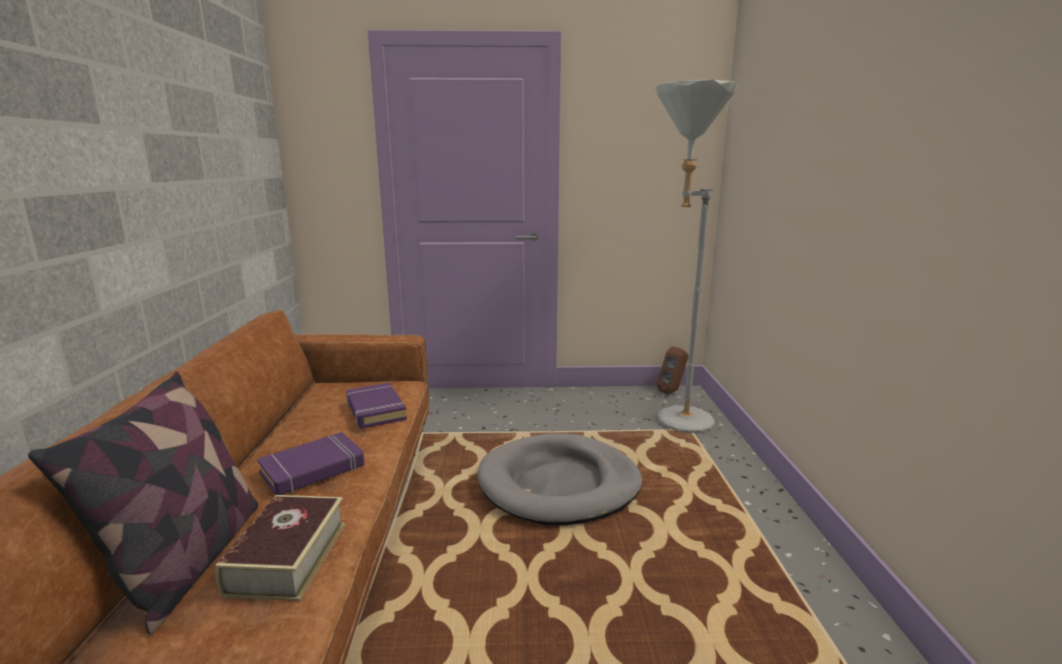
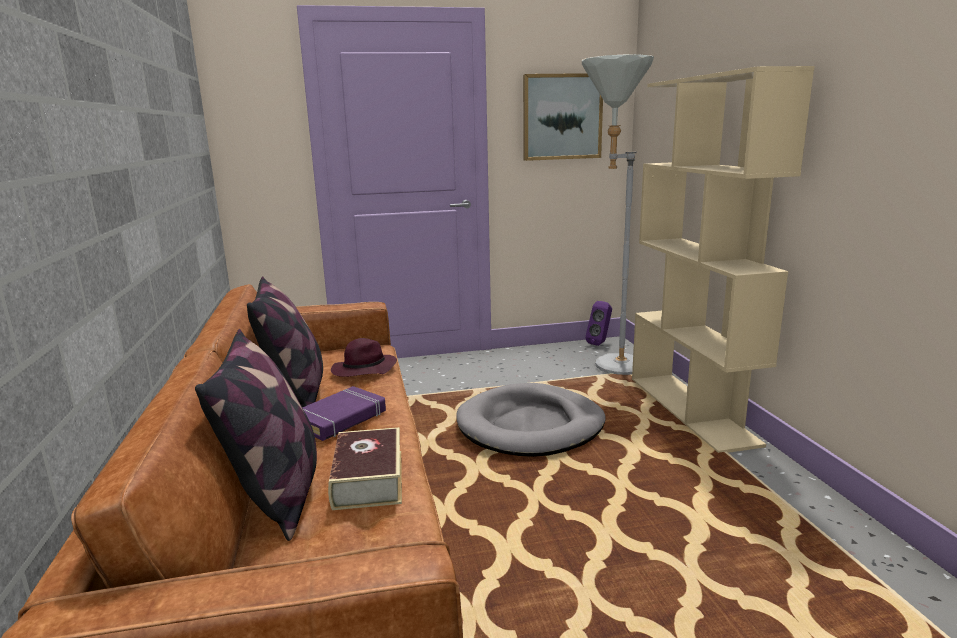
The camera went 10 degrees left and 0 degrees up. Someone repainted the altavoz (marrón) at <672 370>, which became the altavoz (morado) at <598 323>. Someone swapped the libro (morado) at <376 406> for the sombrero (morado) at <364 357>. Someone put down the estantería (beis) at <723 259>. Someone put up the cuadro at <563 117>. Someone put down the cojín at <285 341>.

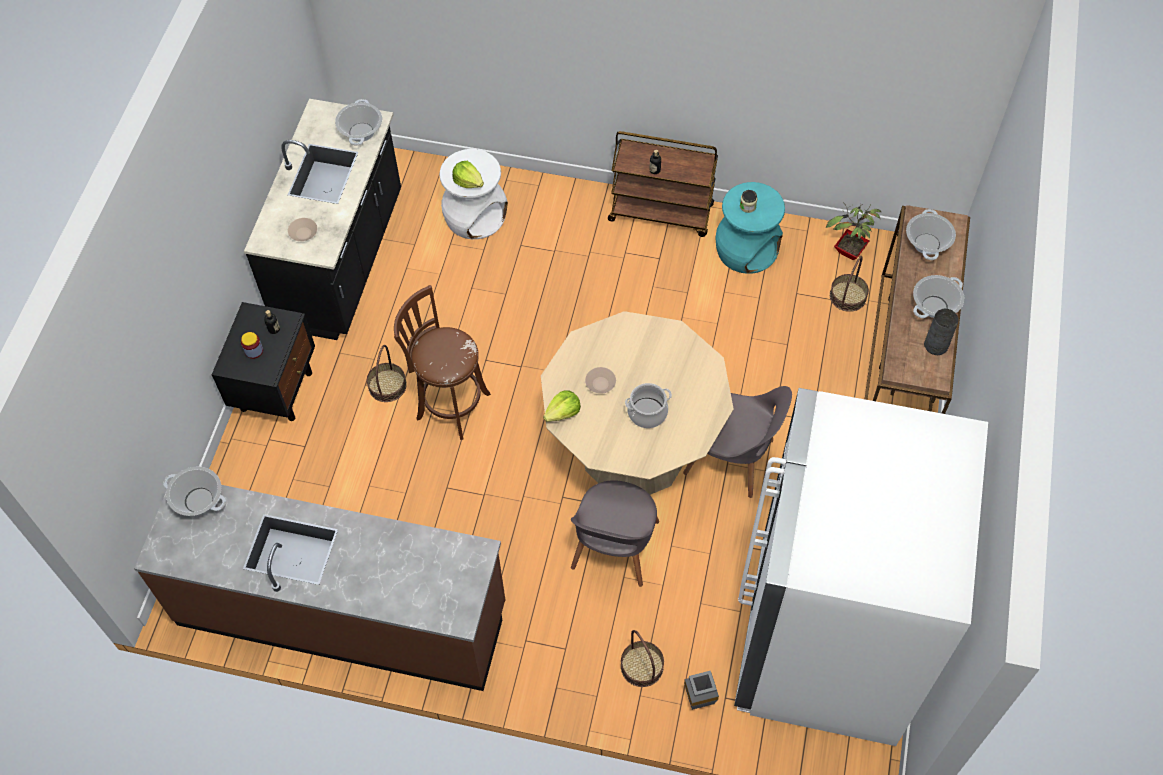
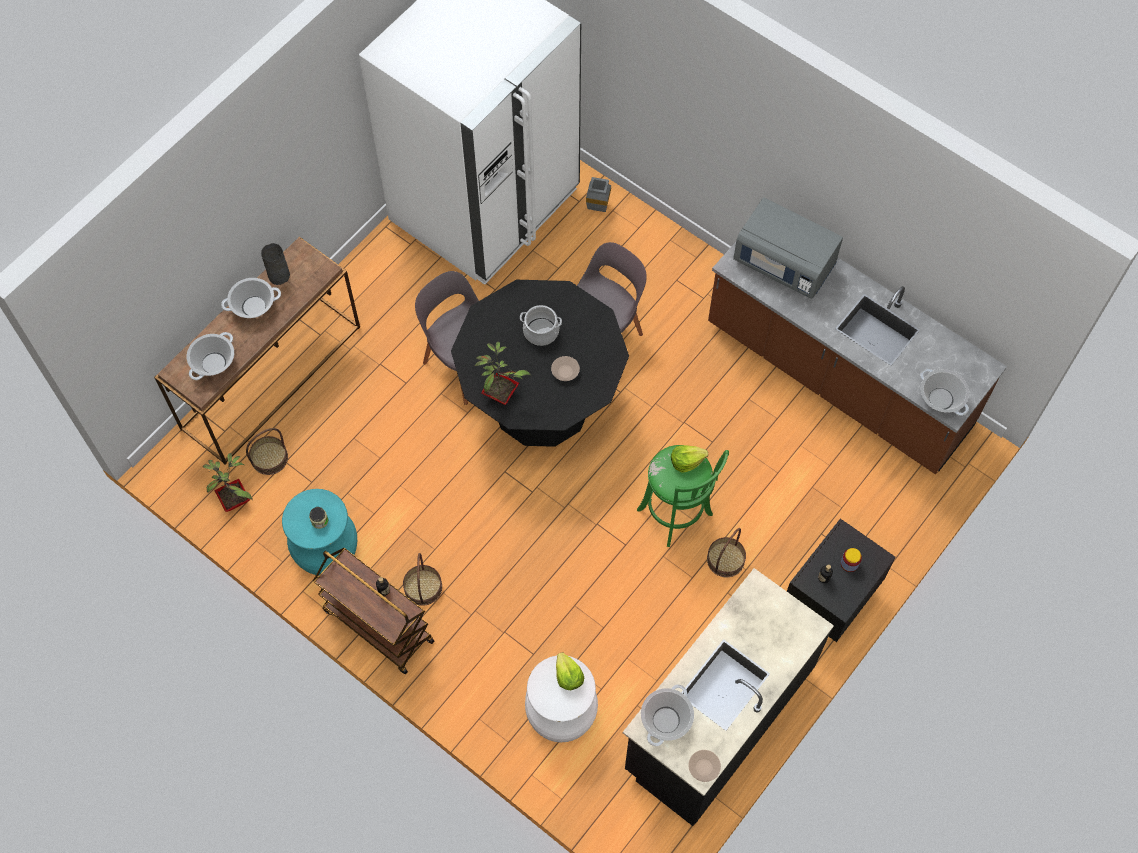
The camera went 155 degrees left and 5 degrees up. Someone carried the cuenco (beis) from <302 229> to <704 766>. Someone repainted the taburete (marrón) at <442 362>, which became the taburete (verde) at <683 496>. Someone repainted the mesa de comedor (beis) at <637 403>, which became the mesa de comedor (negro) at <540 363>. Someone carried the lechuga from <562 406> to <689 458>. Someone carried the cesta from <642 658> to <422 579>. Someone put down the microondas (gris) at <788 248>. Someone put down the planta en maceta at <503 373>.

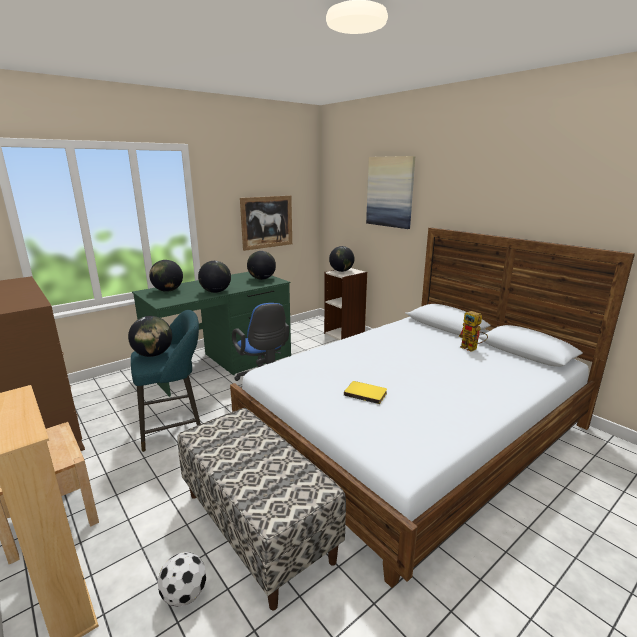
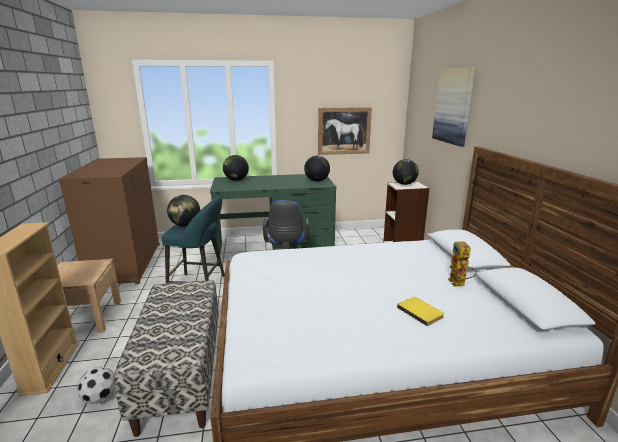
The camera went 30 degrees right and 0 degrees up. Someone took away the globo terráqueo at <214 277>. Someone carried the libro (amarillo) from <365 392> to <420 311>.

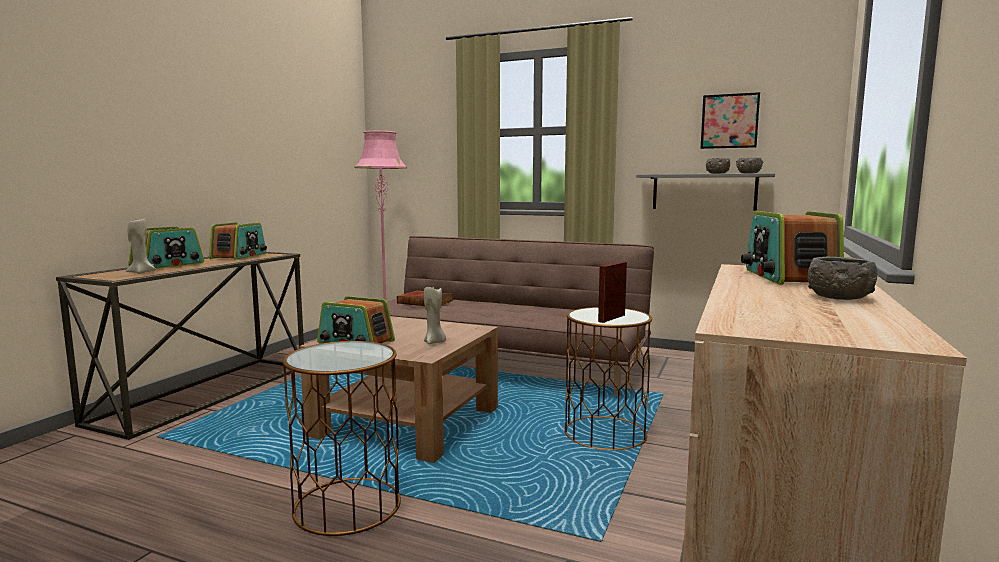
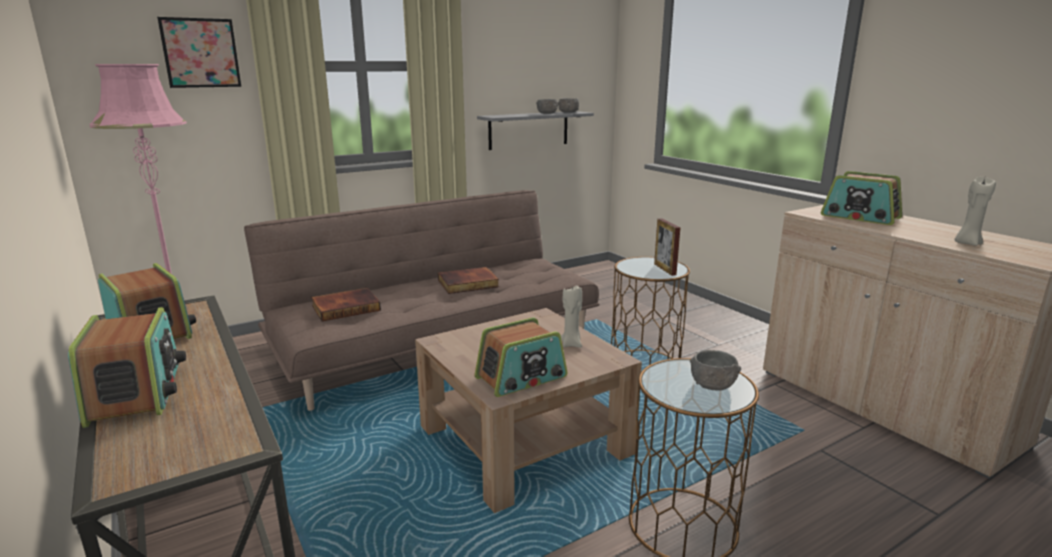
The camera went 55 degrees left and 10 degrees up. Someone carried the cuadro from <730 120> to <199 52>. Someone carried the vela (beis) from <141 246> to <975 211>. Someone carried the cuenco (gris) from <842 278> to <715 370>. Someone put down the libro at <468 280>.

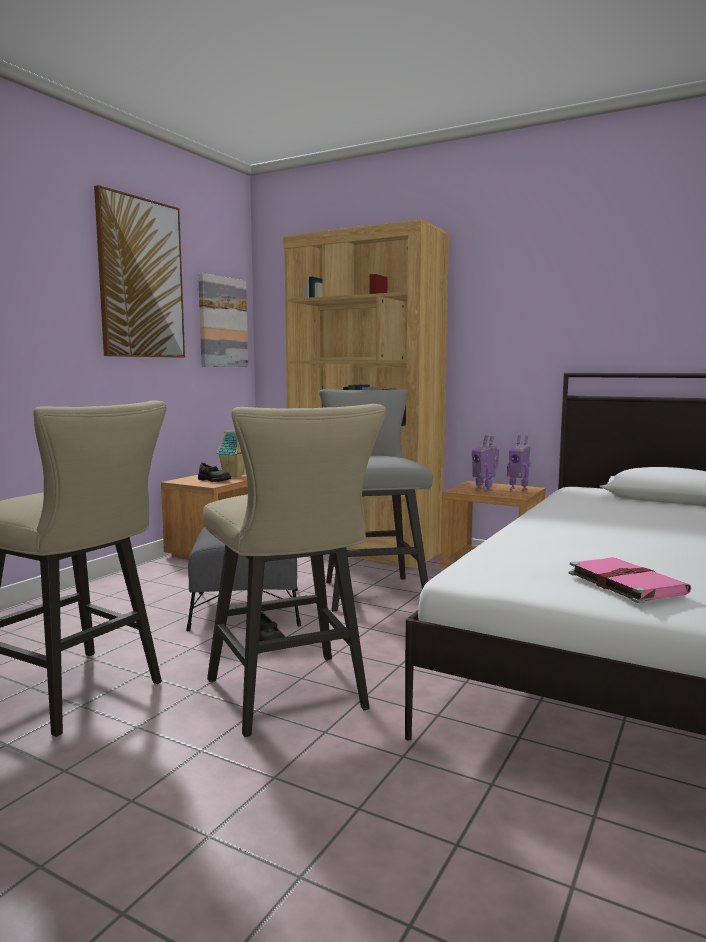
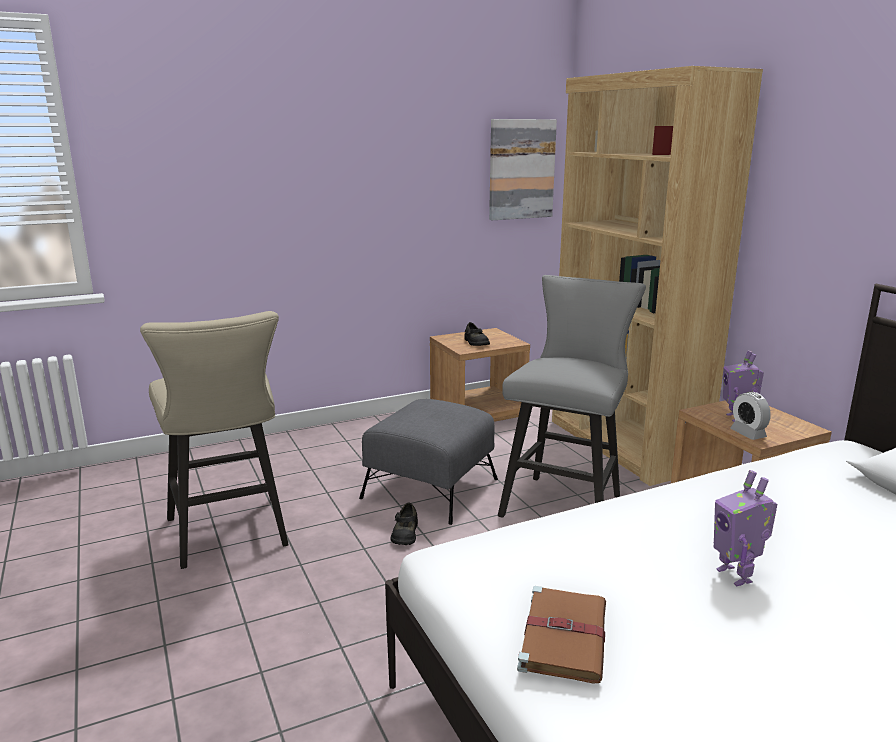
The camera went 35 degrees right and 10 degrees up. Someone took away the cuadro at <139 271>. Someone took away the taburete (beis) at <294 570>. Someone took away the casita at <231 453>. Someone carried the robot de juguete from <519 463> to <745 528>. Someone repainted the libro (rosa) at <630 580>, which became the libro (marrón) at <561 634>. Someone put down the despertador at <750 416>.

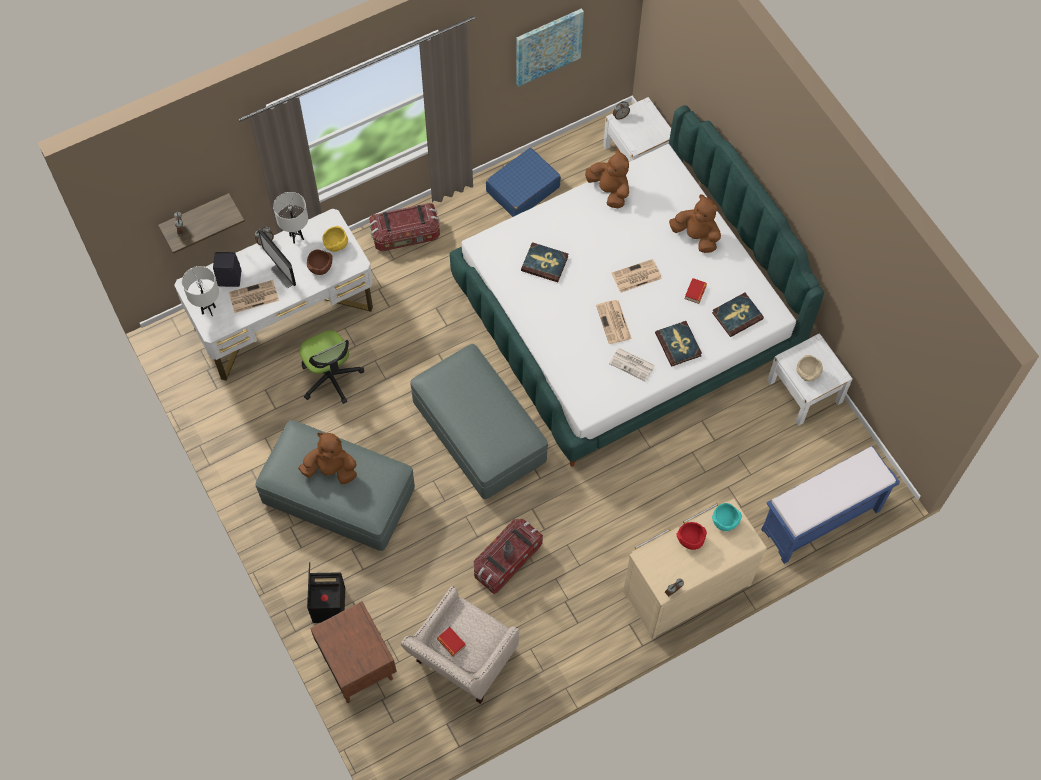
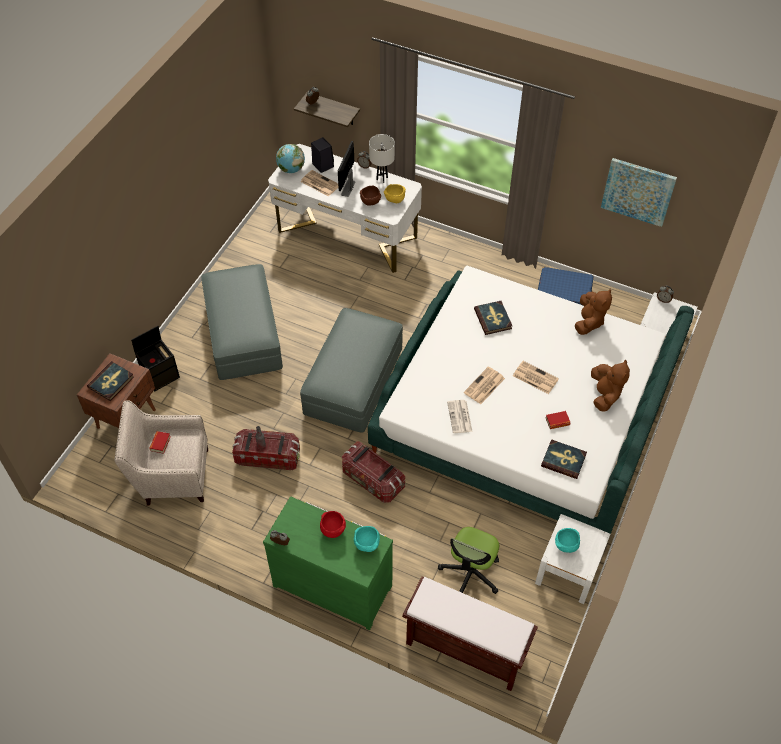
The camera went 55 degrees right and 10 degrees down. Someone carried the caja de almacenaje from <404 227> to <373 472>. Someone swapped the lámpara de mesa (blanco) at <200 291> for the globo terráqueo at <290 158>. Someone carried the libro from <678 343> to <110 381>. Someone carried the silla de oficina from <331 367> to <468 560>. Someone repainted the cuenco (beis) at <810 368>, which became the cuenco (turquesa) at <567 540>. Someone took away the peluche (marrón) at <327 458>. Someone repainted the banco (azul) at <830 505>, which became the banco (marrón) at <470 634>. Someone repainted the cómoda (beis) at <695 569>, which became the cómoda (verde) at <328 563>.

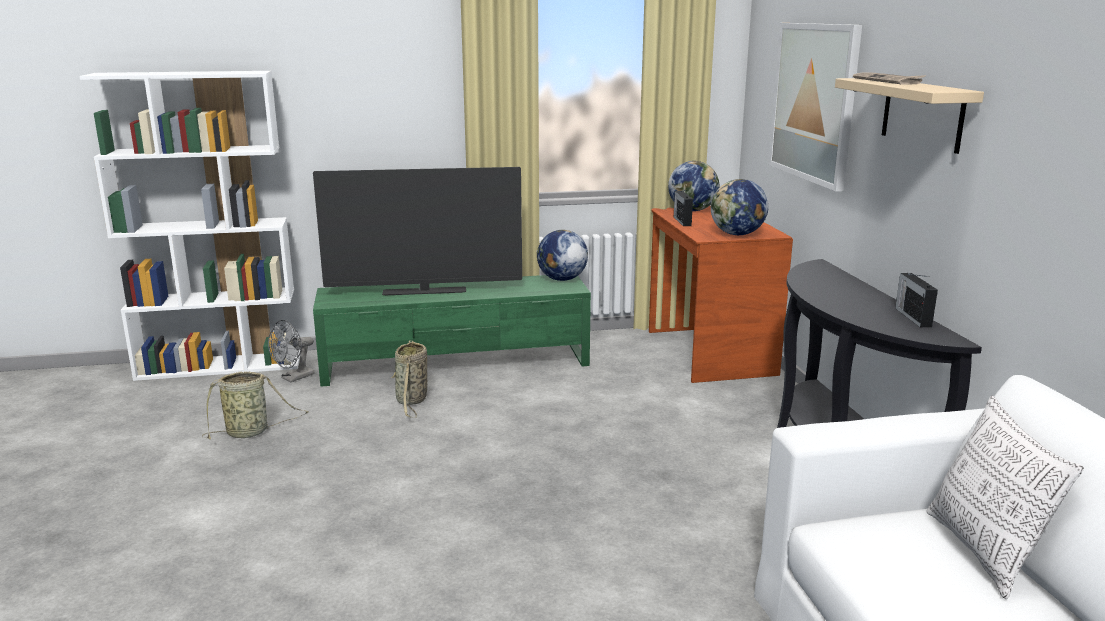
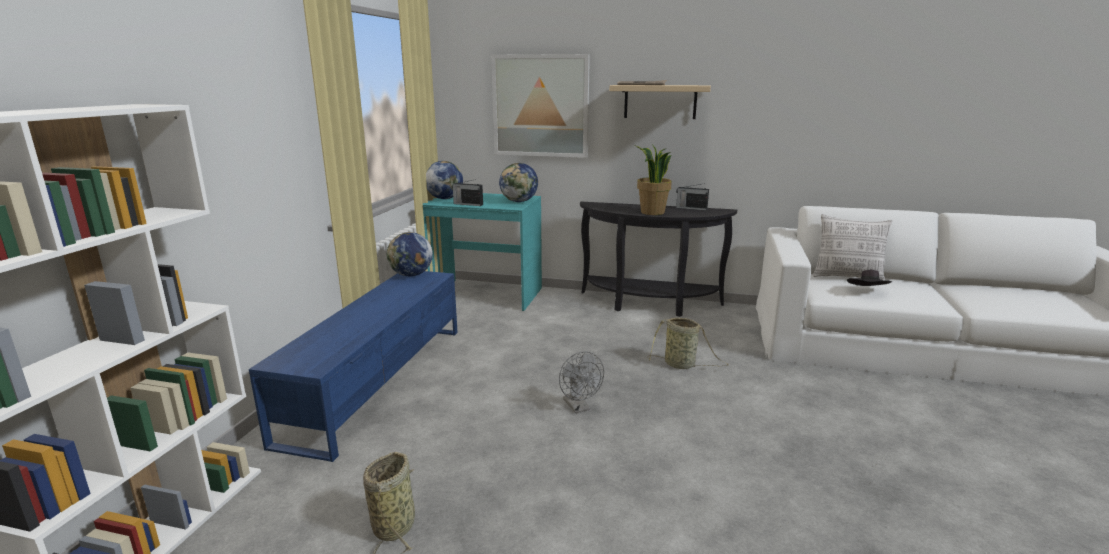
The camera went 65 degrees left and 0 degrees up. Someone took away the televisor at <417 231>. Someone repainted the escritorio (marrón) at <721 294>, which became the escritorio (turquesa) at <482 252>. Someone repainted the mueble de televisión (verde) at <452 331>, which became the mueble de televisión (azul) at <353 366>. Someone carried the ventilador (gris) from <291 351> to <581 382>. Someone carried the cesta from <409 379> to <688 343>. Someone put down the planta en maceta at <653 179>. Someone put down the sombrero (negro) at <869 278>.

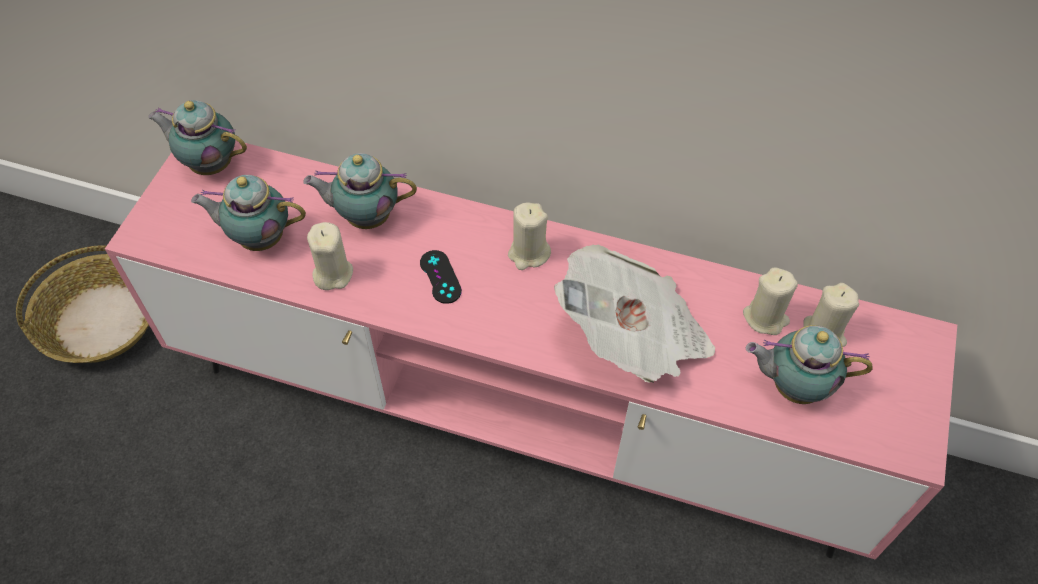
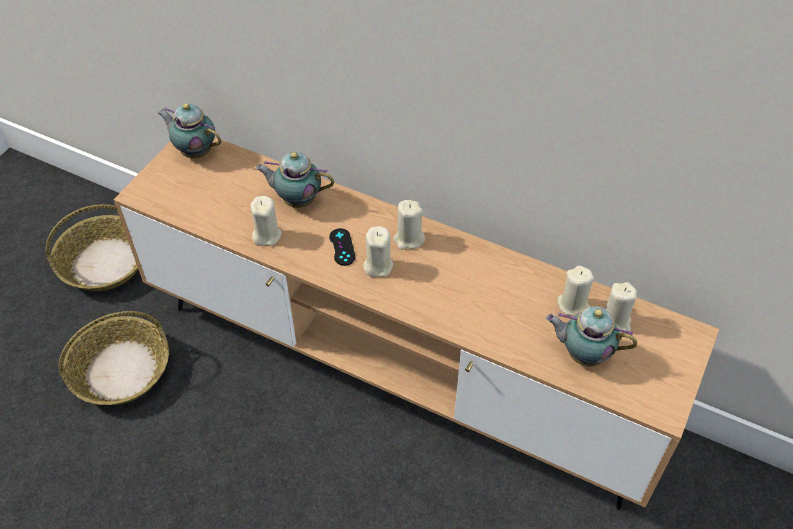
The camera went 10 degrees right and 5 degrees down. Someone repainted the mueble de televisión (rosa) at <531 349>, which became the mueble de televisión (marrón) at <416 323>. Someone took away the tetera at <248 213>. Someone took away the periódico at <634 314>. Someone put down the vela (beis) at <378 251>. Someone put down the cesta at <114 358>.

